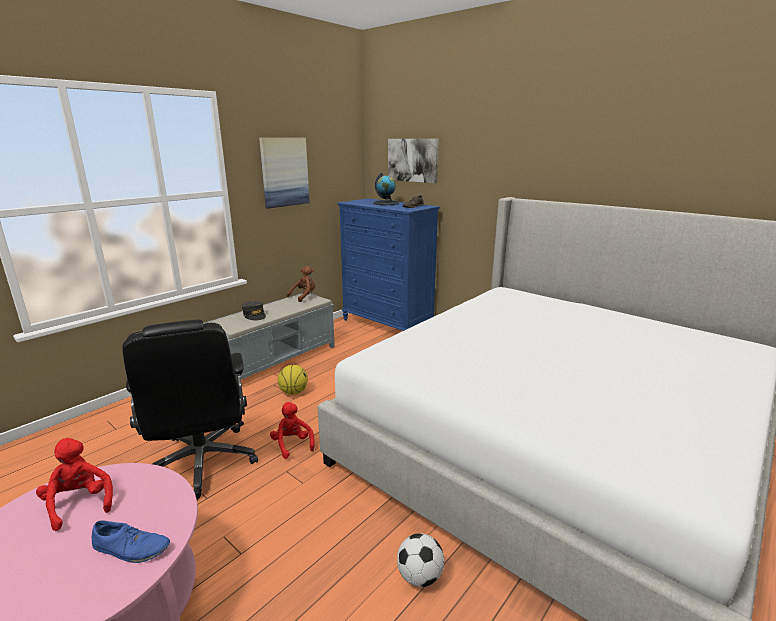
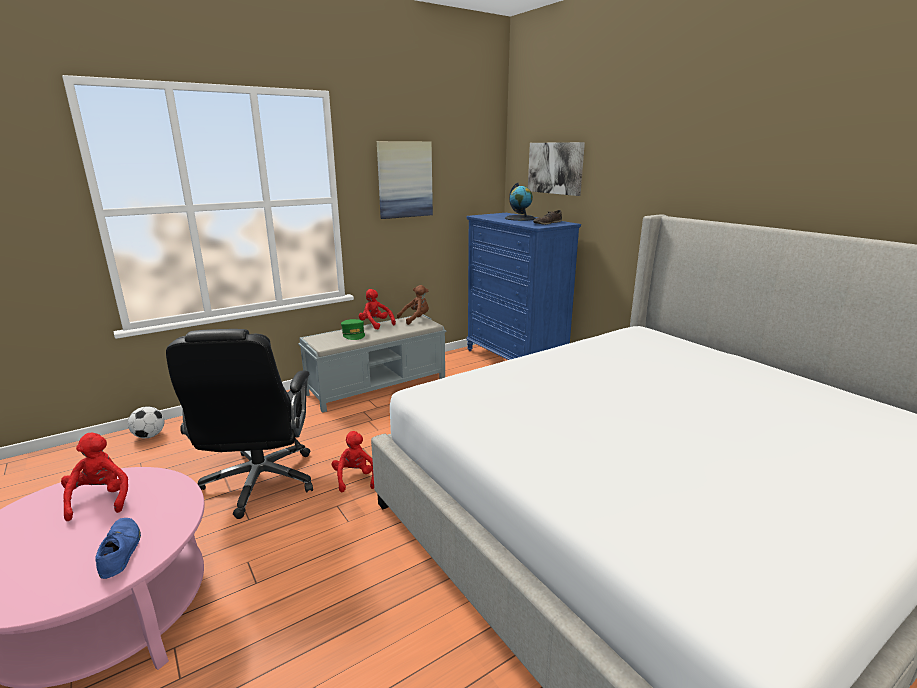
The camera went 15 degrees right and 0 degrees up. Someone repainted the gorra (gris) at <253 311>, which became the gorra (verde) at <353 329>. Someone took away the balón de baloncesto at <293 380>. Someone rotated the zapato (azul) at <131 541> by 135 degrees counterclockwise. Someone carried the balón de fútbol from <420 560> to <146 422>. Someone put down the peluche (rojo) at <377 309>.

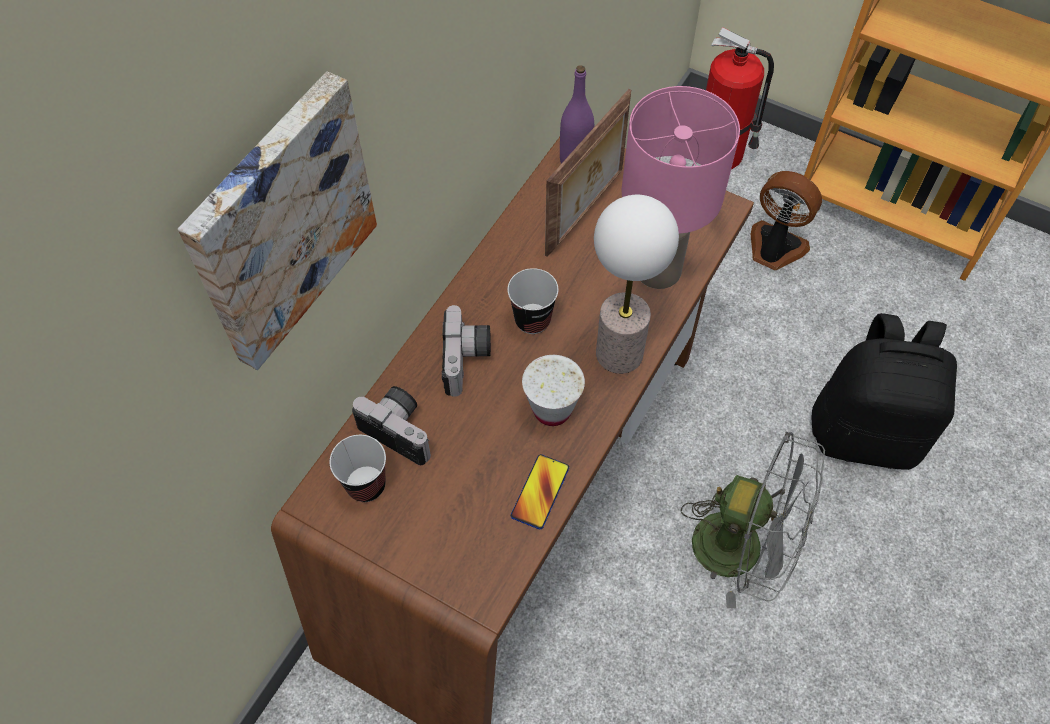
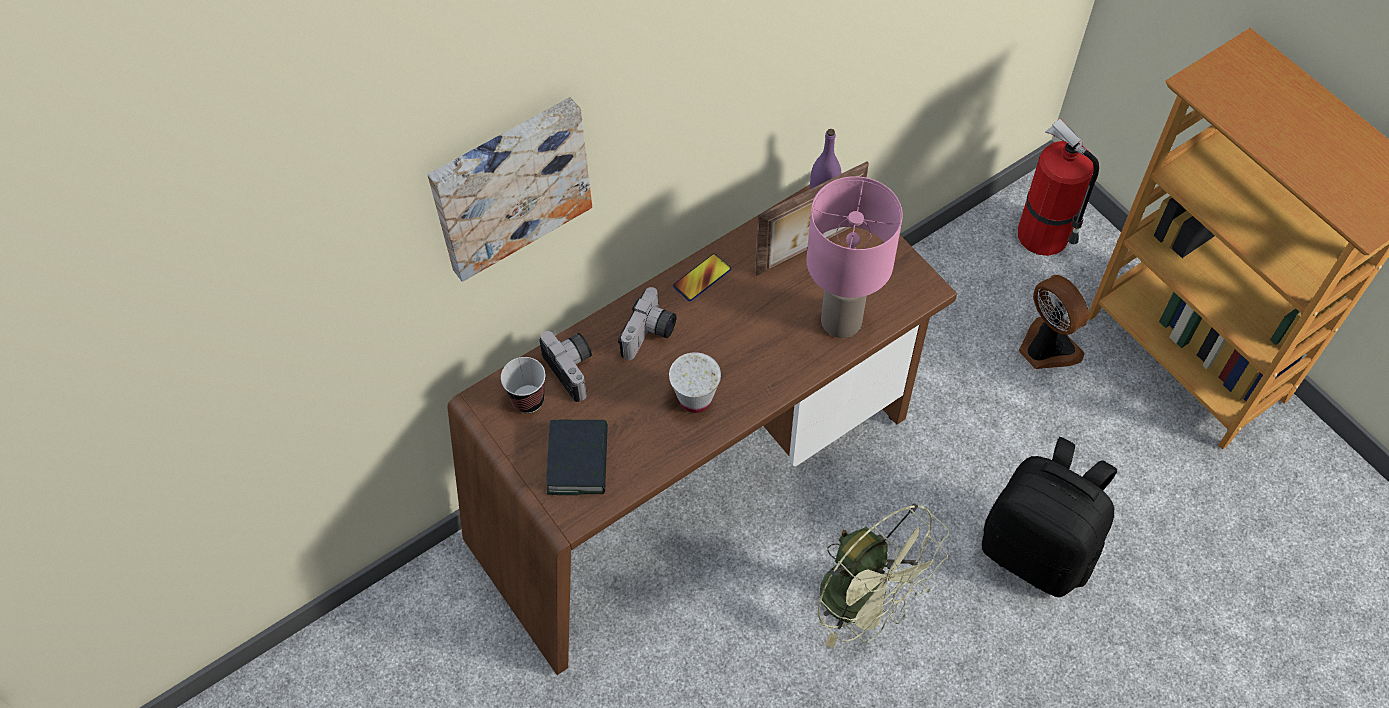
The camera went 25 degrees right and 0 degrees up. Someone took away the lámpara de mesa at <636 284>. Someone took away the taza at <533 301>. Someone repainted the ventilador (gris) at <752 520>, which became the ventilador (verde) at <883 575>. Someone carried the móvil from <540 491> to <702 277>. Someone put down the libro at <577 457>.

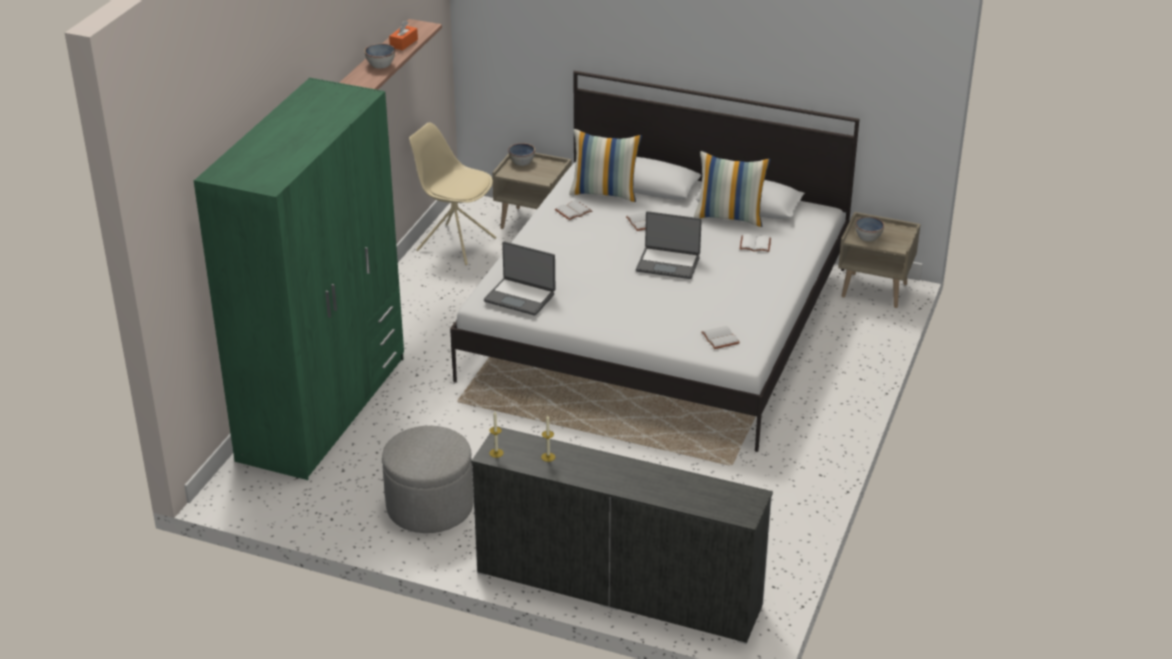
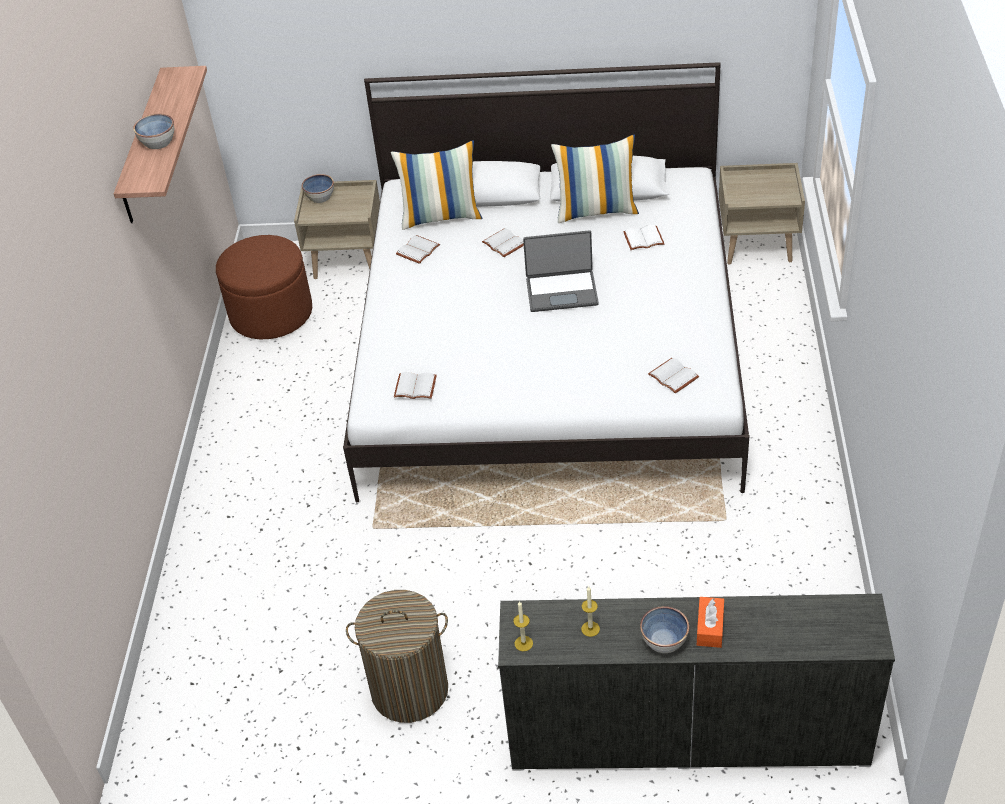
The camera went 15 degrees left and 10 degrees up. Someone carried the caja de pañuelos (naranja) from <403 35> to <710 622>. Someone took away the armario ropero (verde) at <298 279>. Someone swapped the silla (beis) at <452 193> for the puf (marrón) at <264 287>. Someone carried the cuenco from <869 229> to <664 629>. Someone swapped the portátil at <519 278> for the libro (blanco) at <415 385>. Someone swapped the puf (gris) at <427 479> for the cesto de la ropa at <397 656>.

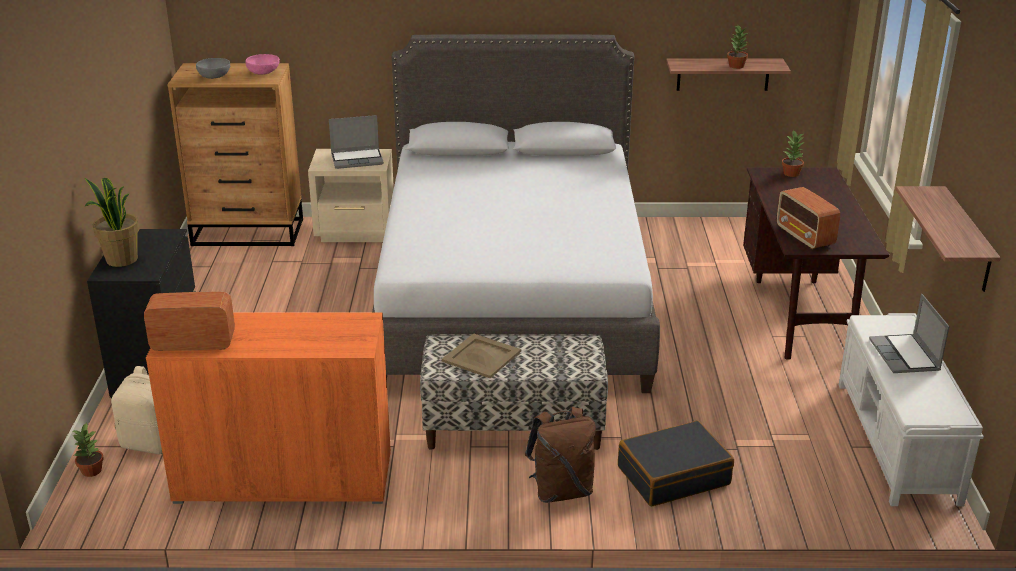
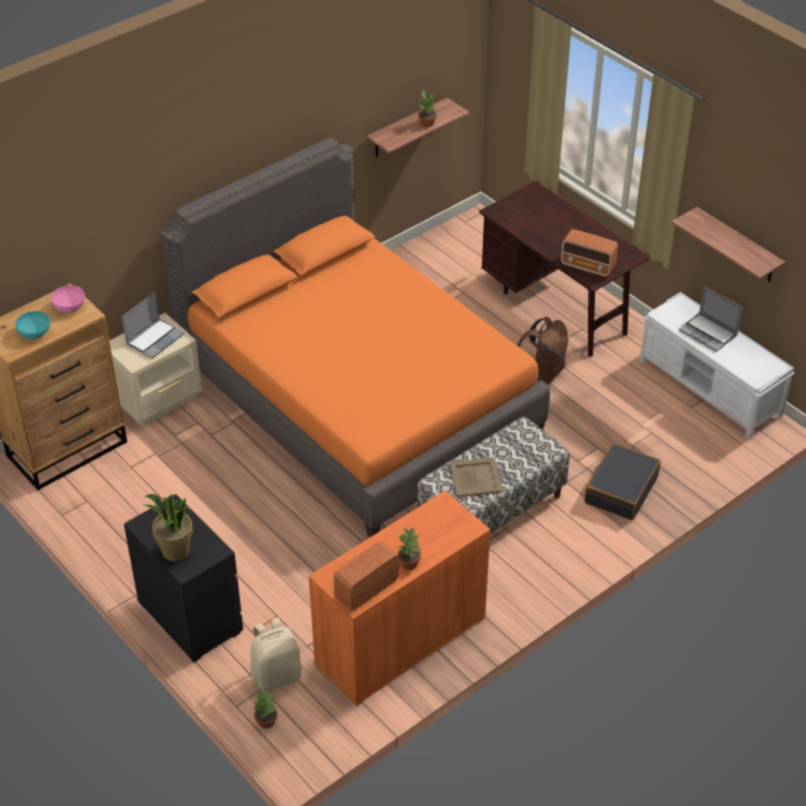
The camera went 40 degrees left and 15 degrees up. Someone repainted the cama (gris) at <516 213>, which became the cama (naranja) at <355 337>. Someone repainted the cuenco (gris) at <213 68>, which became the cuenco (turquesa) at <32 325>. Someone carried the planta en maceta from <793 153> to <409 548>. Someone carried the mochila (marrón) from <560 455> to <542 350>.

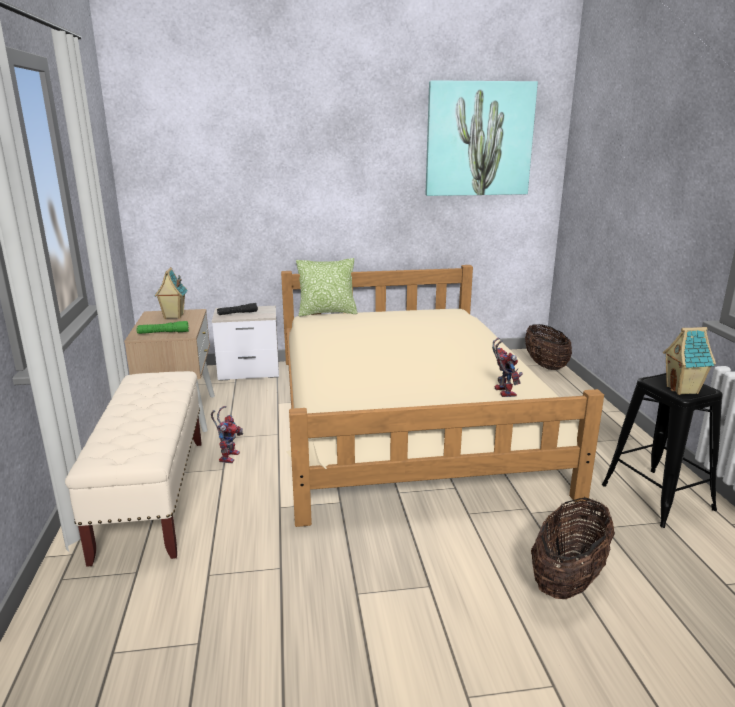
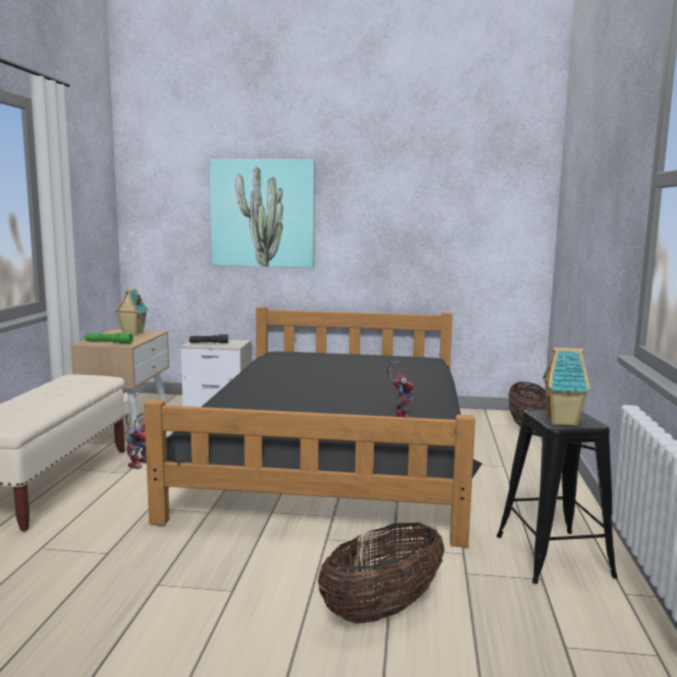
The camera went 15 degrees right and 10 degrees down. Someone carried the cuadro from <481 138> to <262 213>. Someone took away the cojín at <327 287>. Someone repainted the cama (beis) at <442 396>, which became the cama (negro) at <313 426>.

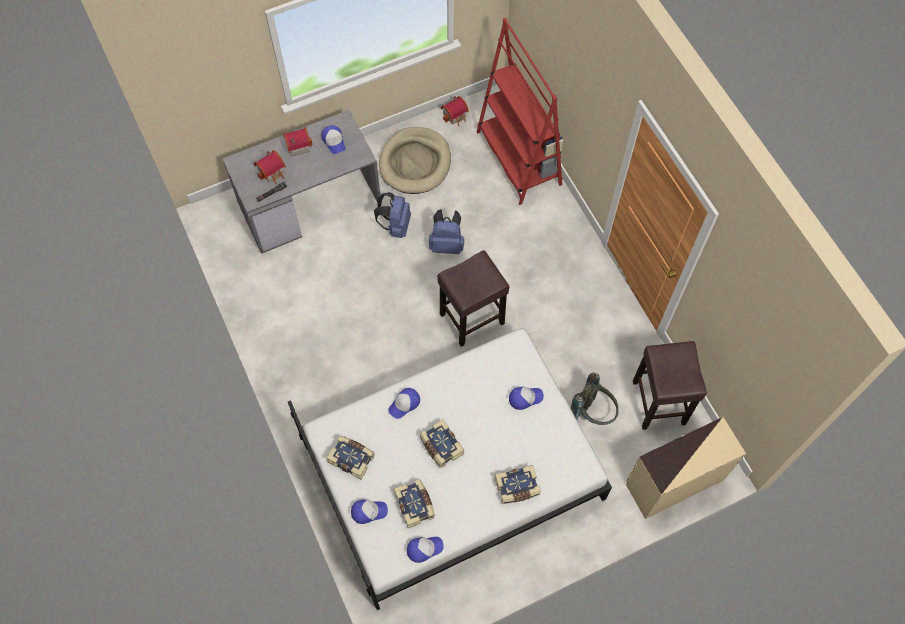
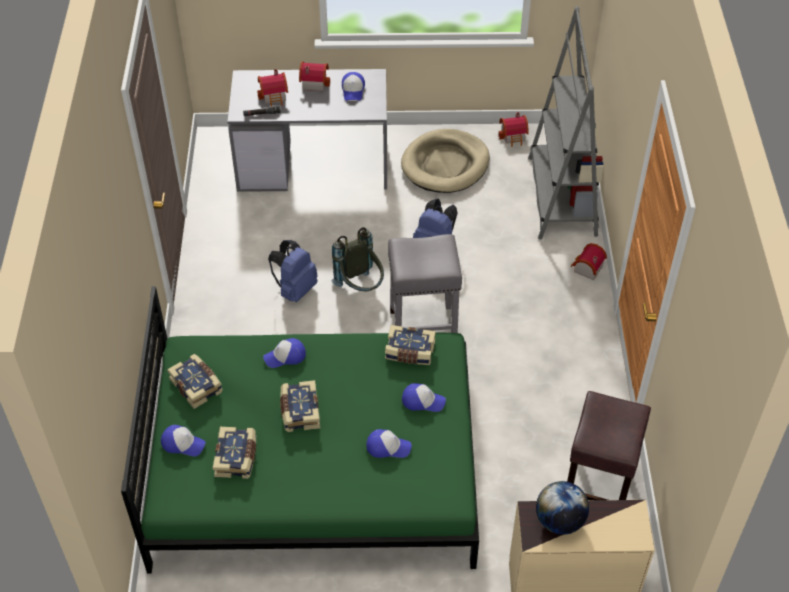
The camera went 25 degrees right and 15 degrees down. Someone repainted the estantería (rojo) at <520 111>, which became the estantería (gris) at <565 123>. Someone carried the mochila (azul) from <392 215> to <293 271>. Someone repainted the taburete (marrón) at <473 298>, which became the taburete (gris) at <425 283>. Someone repainted the cama (blanco) at <450 469>, which became the cama (verde) at <300 429>. Someone carried the mochila (gris) from <595 399> to <358 259>. Someone carried the libro from <518 484> to <410 345>. Someone carried the gorra from <425 550> to <389 443>. Someone put down the casita at <589 261>. Someone put down the globo terráqueo at <562 508>.

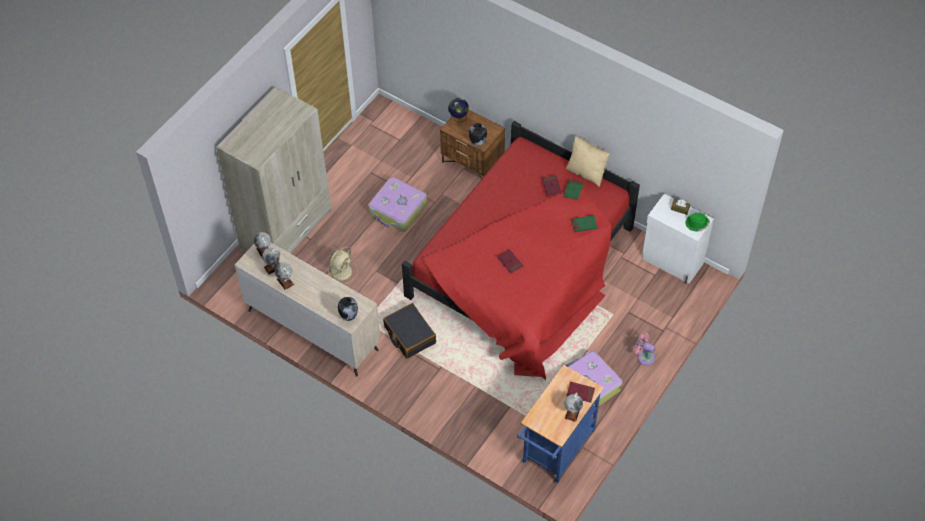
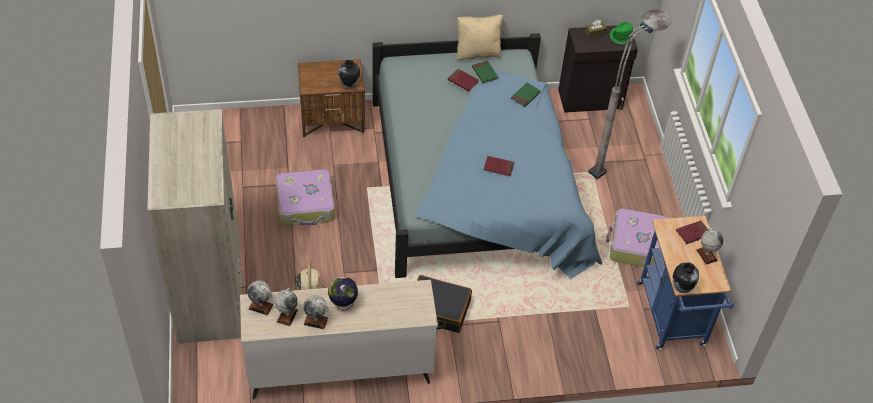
The camera went 45 degrees left and 5 degrees down. Someone carried the globo terráqueo from <458 110> to <343 294>. Someone repainted the cama (rojo) at <521 251>, which became the cama (azul) at <487 156>. Someone repainted the armario (blanco) at <678 239>, which became the armario (negro) at <598 69>. Someone carried the florero from <348 309> to <686 277>. Someone took away the ventilador (rosa) at <645 349>. Someone put down the lámpara de pie (gris) at <629 94>.

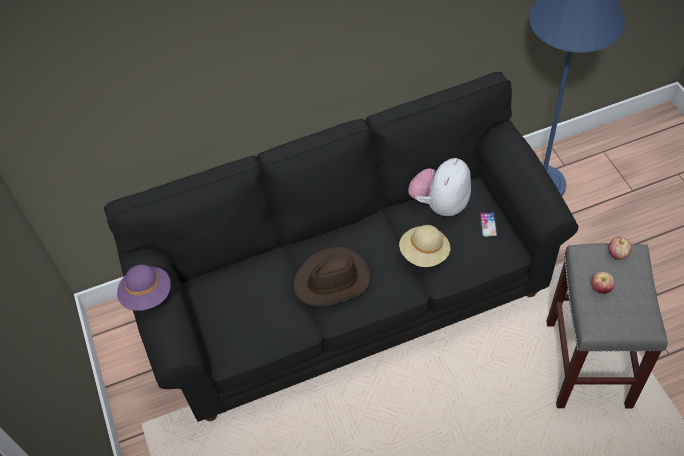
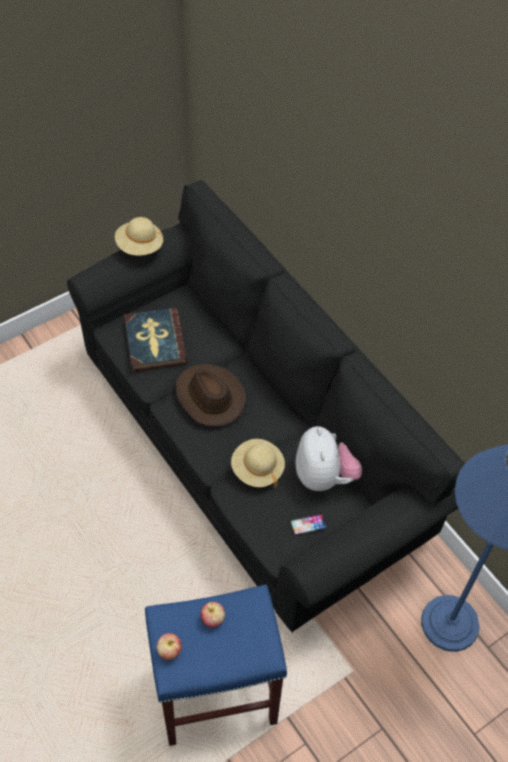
The camera went 70 degrees right and 0 degrees up. Someone rotated the peluche at <439 187> by 75 degrees clockwise. Someone carried the manzana from <620 248> to <169 646>. Someone repainted the taburete (gris) at <607 325>, which became the taburete (azul) at <216 665>. Someone repainted the sombrero (morado) at <144 288>, which became the sombrero (beis) at <139 236>. Someone put down the libro at <155 339>.

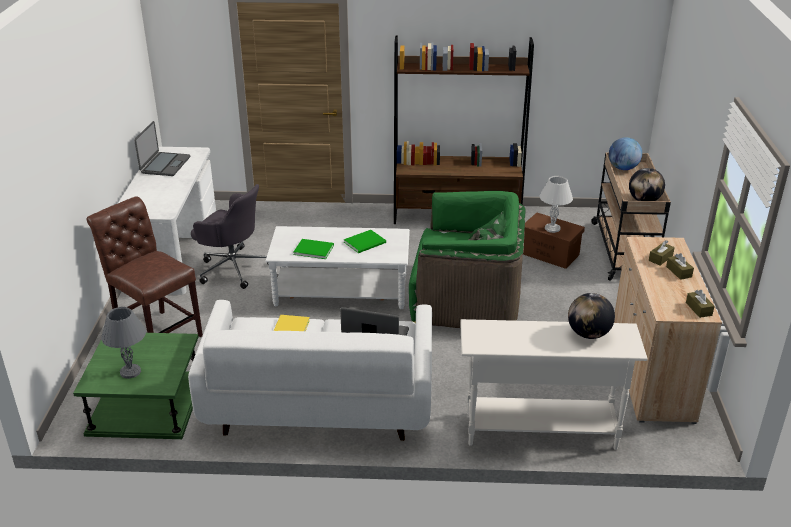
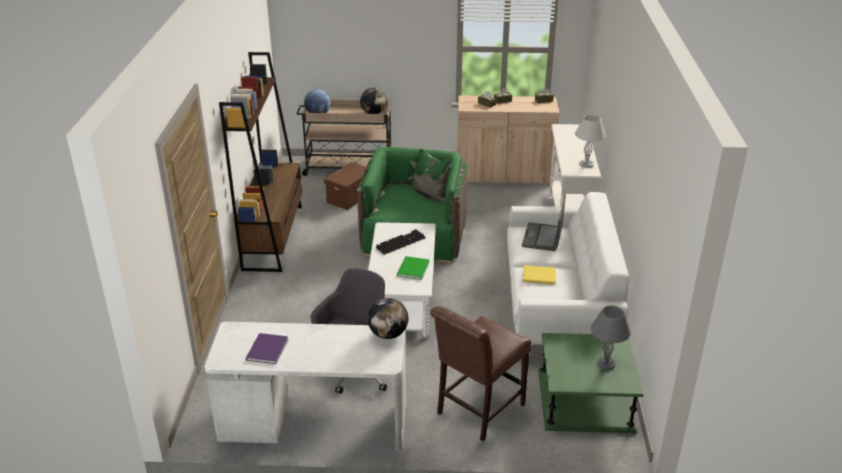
The camera went 90 degrees left and 0 degrees up. Someone swapped the portátil at <162 148> for the libro (morado) at <267 348>. Someone carried the lámpara de mesa (blanco) from <556 204> to <590 141>. Someone swapped the libro (verde) at <365 241> for the teclado at <400 242>. Someone carried the globo terráqueo from <591 316> to <388 318>.

